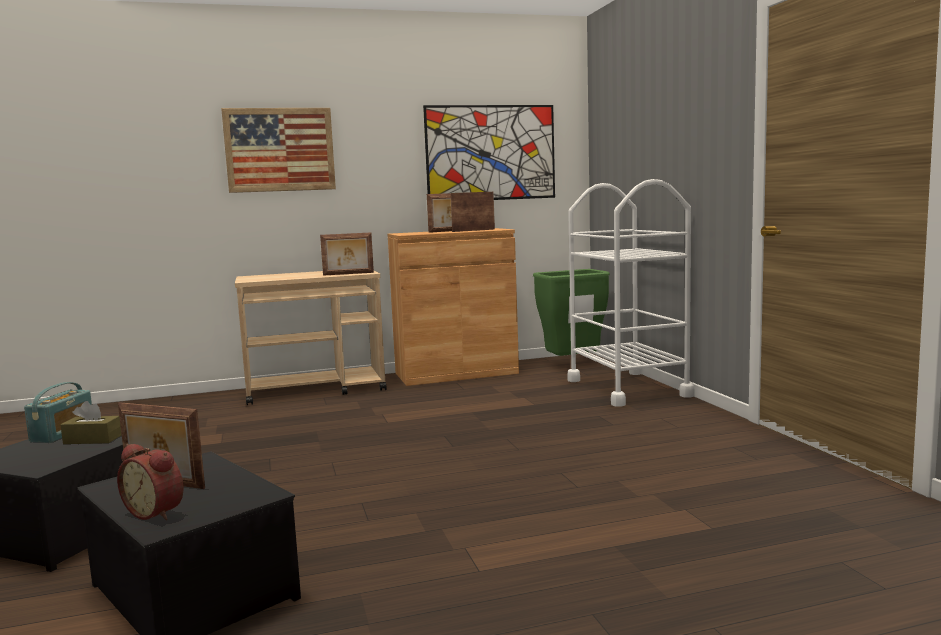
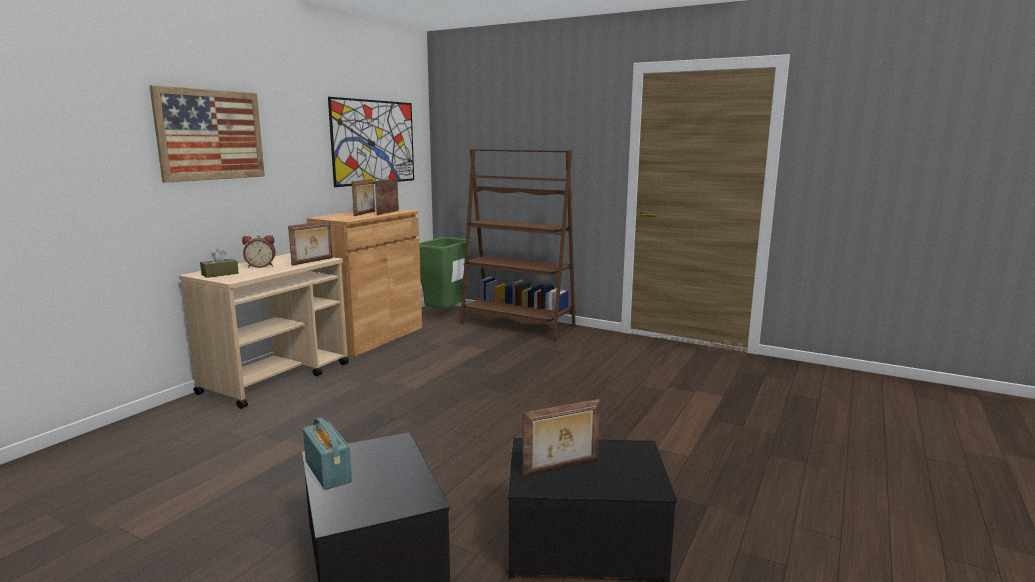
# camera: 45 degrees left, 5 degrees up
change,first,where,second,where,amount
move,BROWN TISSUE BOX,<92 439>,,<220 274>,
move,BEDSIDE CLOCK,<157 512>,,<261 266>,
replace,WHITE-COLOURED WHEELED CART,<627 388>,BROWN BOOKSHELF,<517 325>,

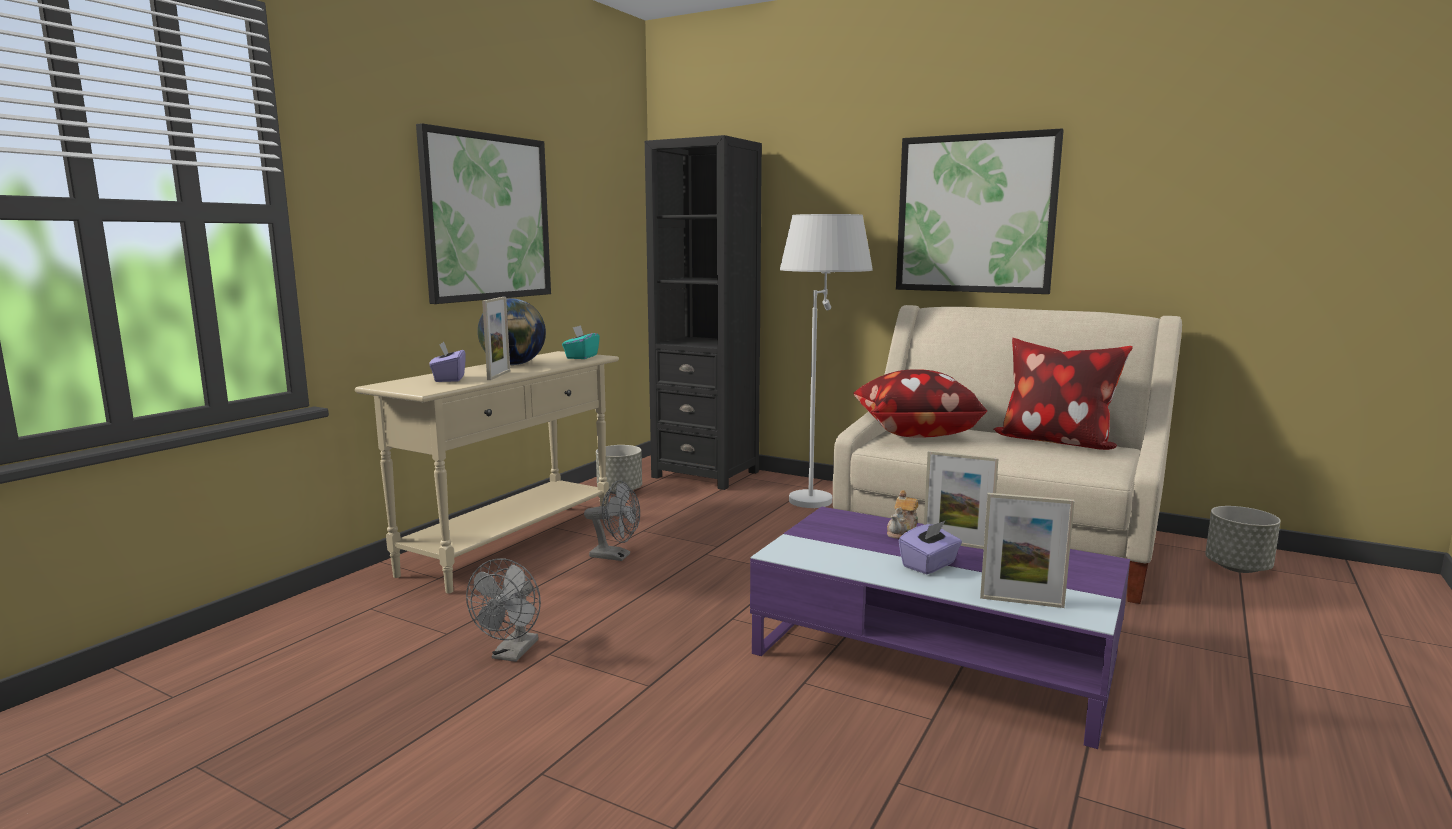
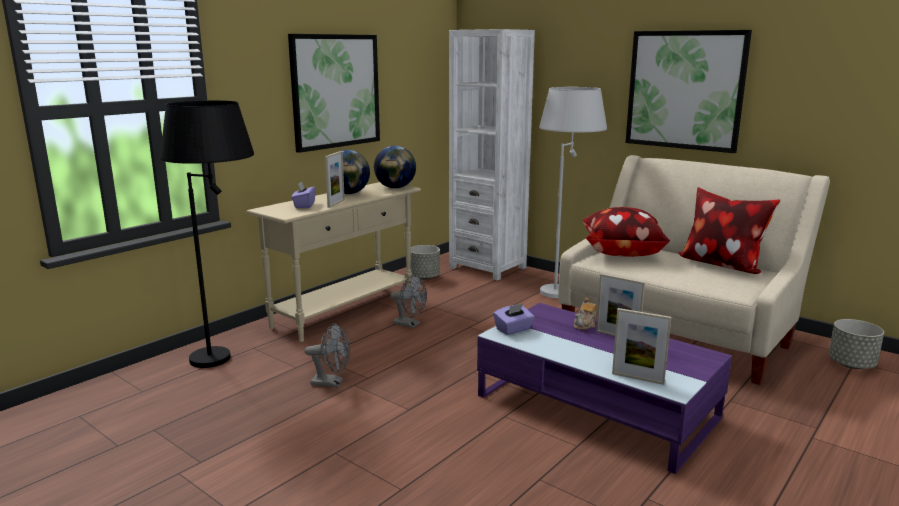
# camera: 10 degrees right, 5 degrees up
change,first,where,second,where,amount
rotate,GREY FAN,<512 654>,,<332 383>,105 degrees counterclockwise
replace,BLUE-GREEN TISSUE BOX,<581 357>,GLOBE,<395 188>,
recolor,BLACK BOOKSHELF,<705 474>,WHITE-COLOURED BOOKSHELF,<487 267>,
move,PURPLE-COLOURED TISSUE BOX,<929 565>,,<513 329>,
insert,,,BLACK STANDING LAMP,<229 361>,

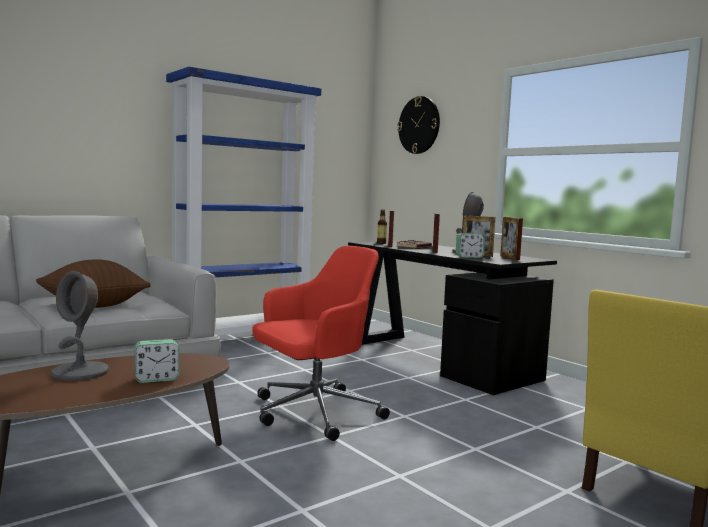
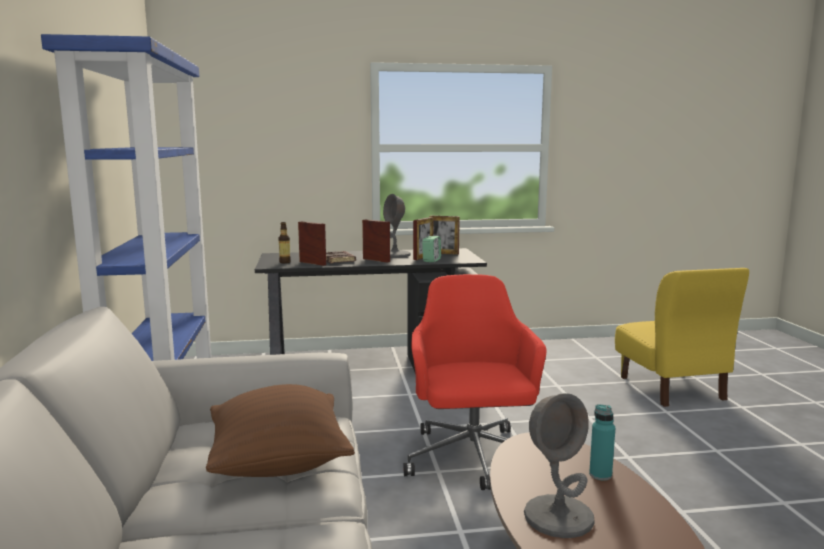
# camera: 60 degrees left, 5 degrees up
change,first,where,second,where,amount
replace,BEDSIDE CLOCK,<156 379>,BLUE-GREEN BOTTLE,<600 475>,
delete,HANGING CLOCK,<419 125>,,,

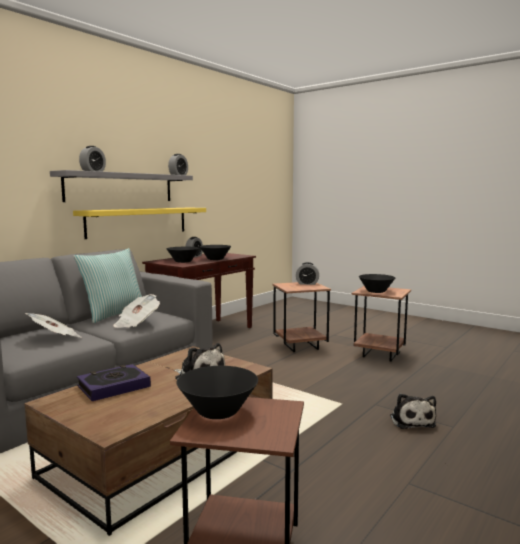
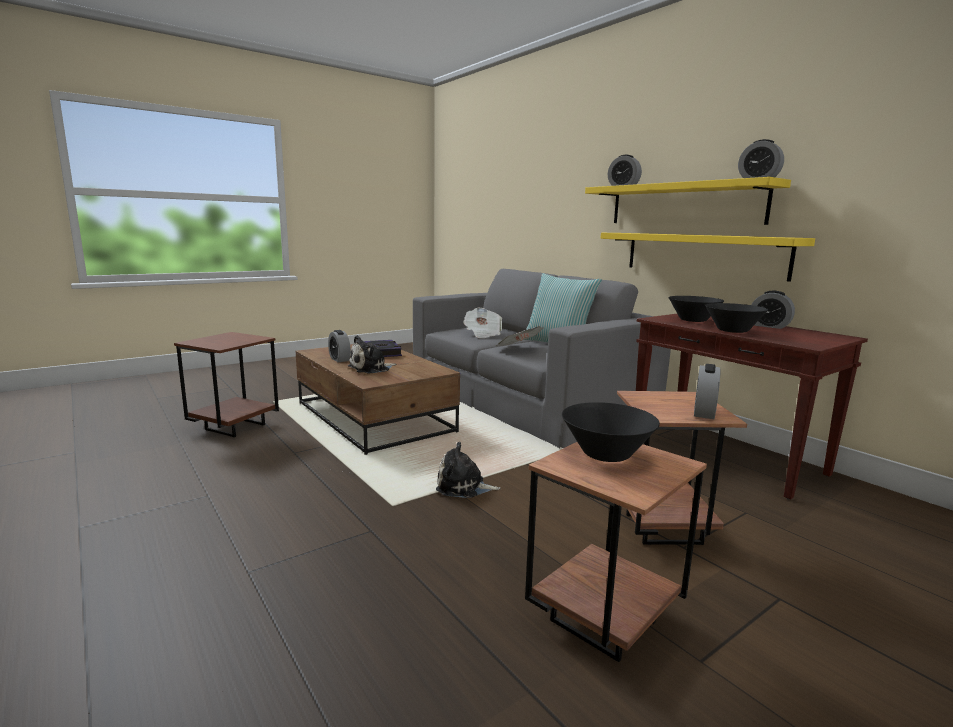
# camera: 105 degrees right, 5 degrees up
change,first,where,second,where,amount
recolor,GREY BRACKET SHELF,<120 187>,YELLOW-COLOURED BRACKET SHELF,<684 204>,
delete,BLACK DEEP DISH,<218 412>,,,
move,PLUSH TOY,<411 420>,,<463 487>,
insert,,,BEDSIDE CLOCK,<339 359>,

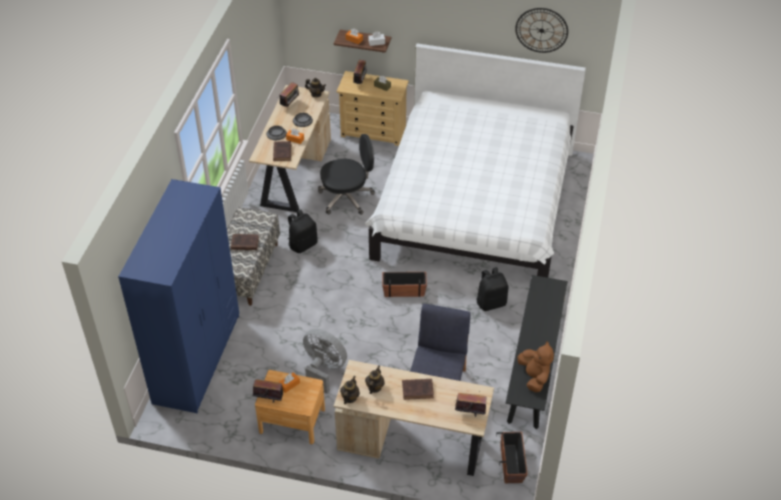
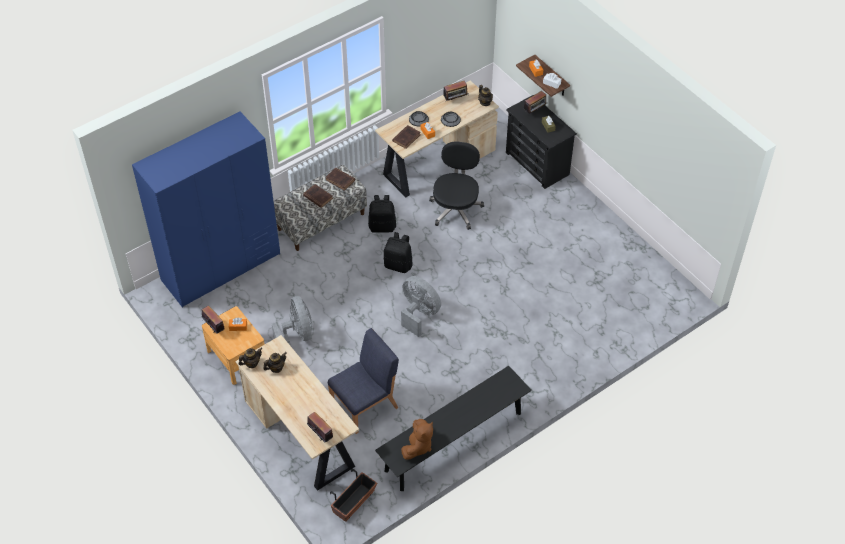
# camera: 40 degrees right, 5 degrees up
change,first,where,second,where,amount
rotate,BLACK DESK CHAIR,<347 198>,,<456 209>,105 degrees counterclockwise
recolor,BEIGE-COLOURED CHEST OF DRAWERS,<373 131>,BLACK CHEST OF DRAWERS,<537 163>,
delete,WHITE-COLOURED BEDROOM BED,<474 204>,,,
replace,PLANTER,<404 290>,GREY FAN,<419 313>,
move,BROWN BOOK,<418 390>,,<340 180>,
move,BLACK RUCKSACK,<491 302>,,<398 265>,
delete,HANGING CLOCK,<541 30>,,,

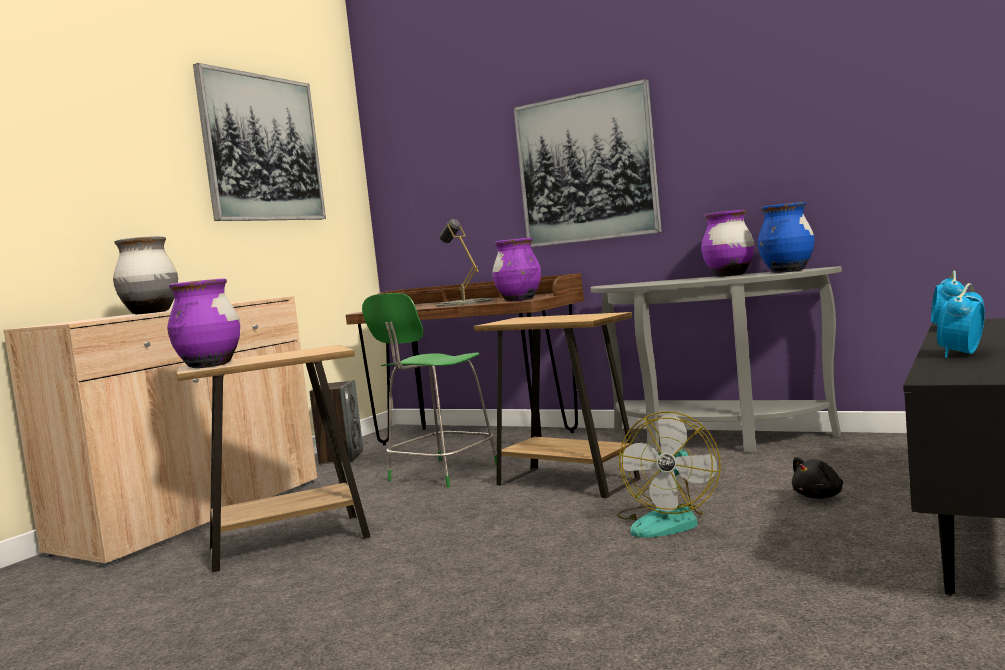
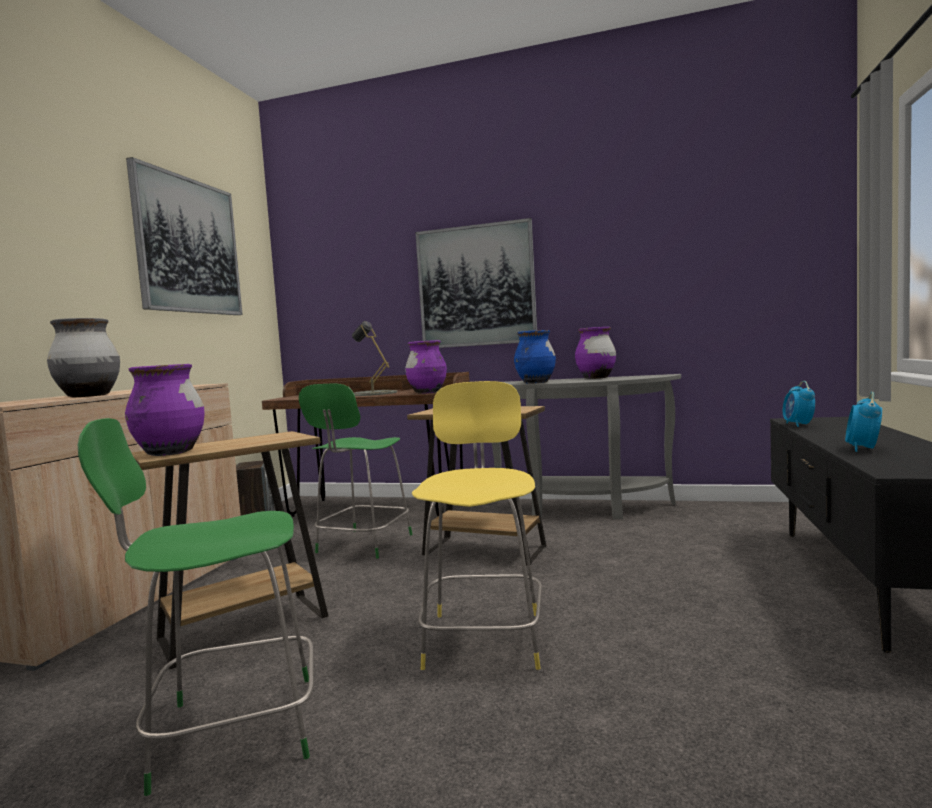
# camera: 15 degrees left, 0 degrees up
change,first,where,second,where,amount
delete,FAN,<668 521>,,,
move,BLUE-COLOURED FLOWER VASE,<788 271>,,<536 382>,
delete,BLACK PLUSH TOY,<820 496>,,,
insert,,,GREENISH STOOL,<230 731>,
insert,,,YELLOW-COLOURED STOOL,<484 637>,

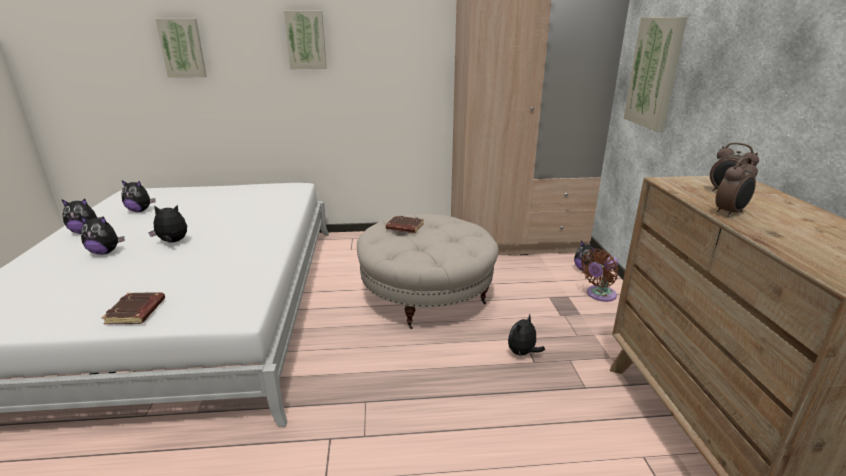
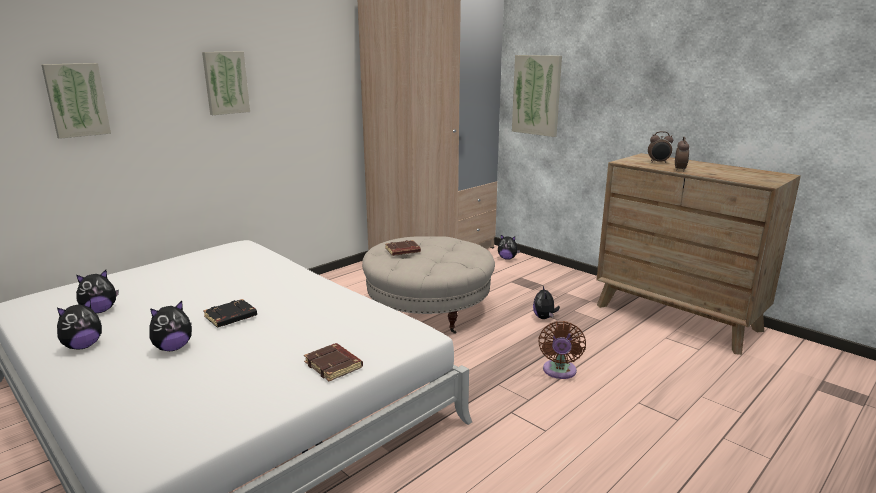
# camera: 40 degrees left, 5 degrees down
change,first,where,second,where,amount
replace,PLUSH TOY,<173 242>,BLACK BOOK,<230 317>,
move,BROWN FAN,<599 295>,,<559 372>,

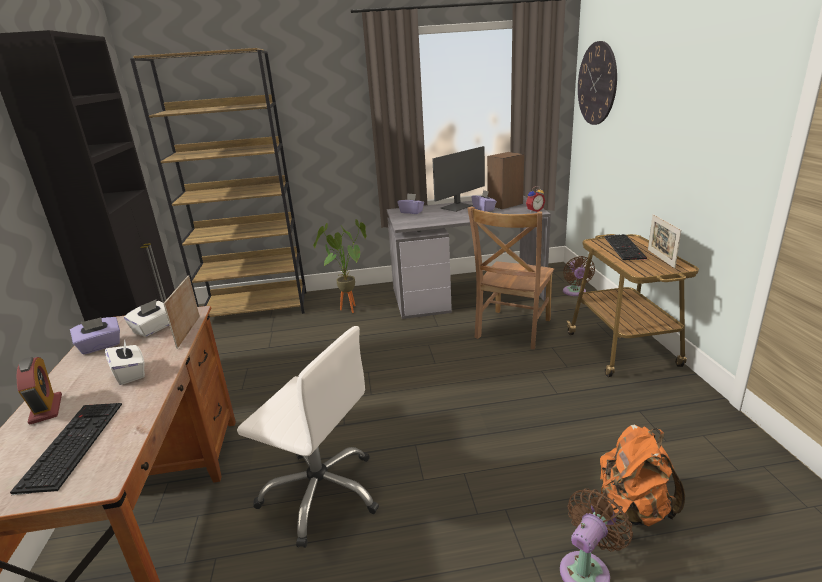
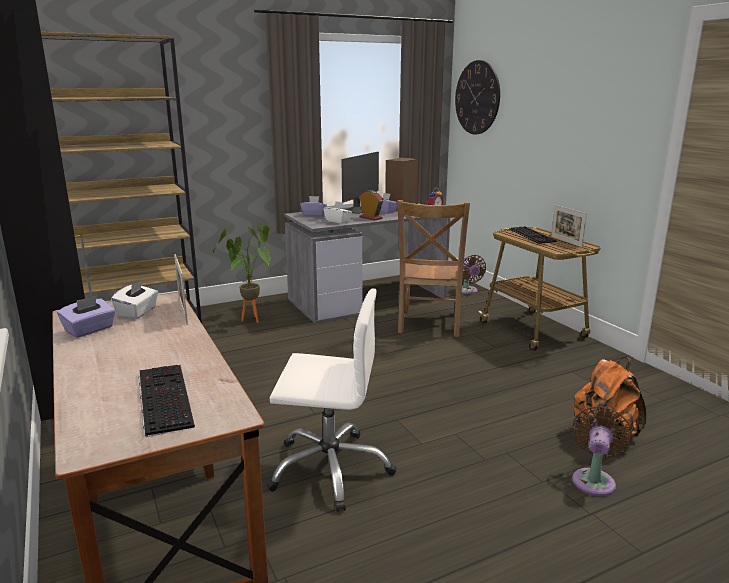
# camera: 20 degrees left, 5 degrees down
change,first,where,second,where,amount
move,BEDSIDE CLOCK,<46 409>,,<370 218>,
move,WHITE-COLOURED TISSUE BOX,<130 373>,,<338 221>,

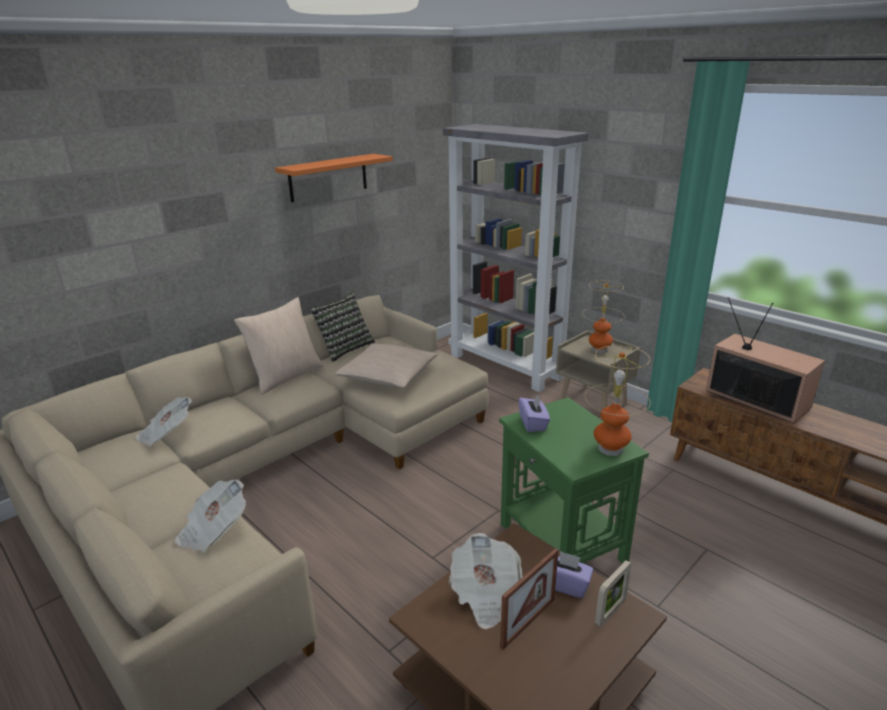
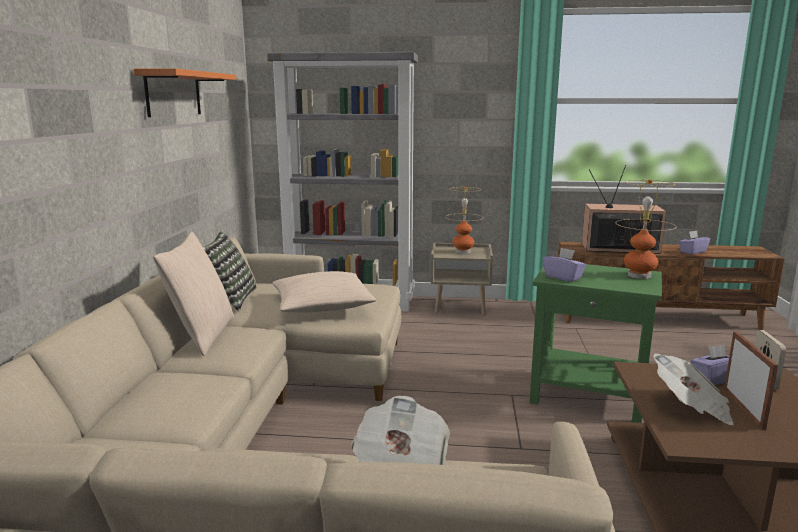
# camera: 40 degrees left, 10 degrees down
change,first,where,second,where,amount
delete,DAILY PAPER,<166 434>,,,
insert,,,PURPLE-COLOURED TISSUE BOX,<692 252>,

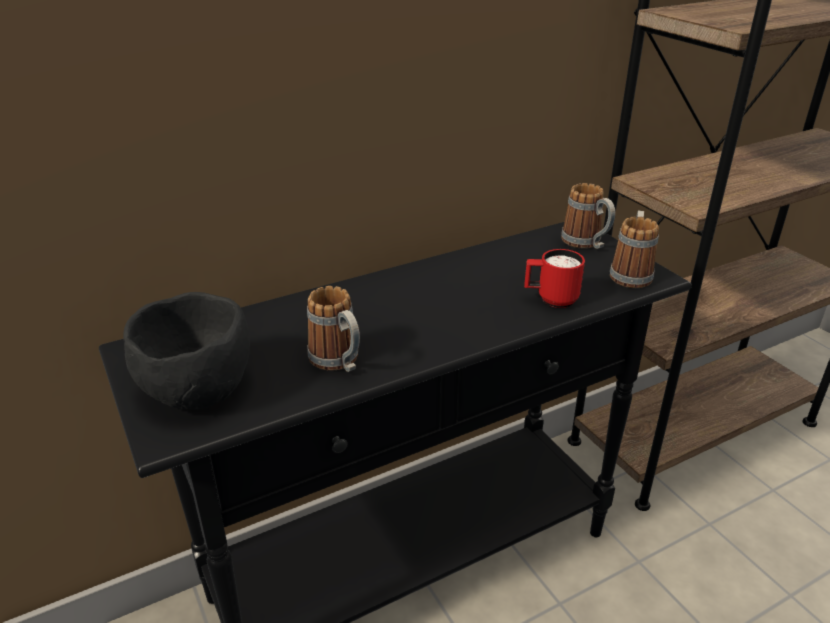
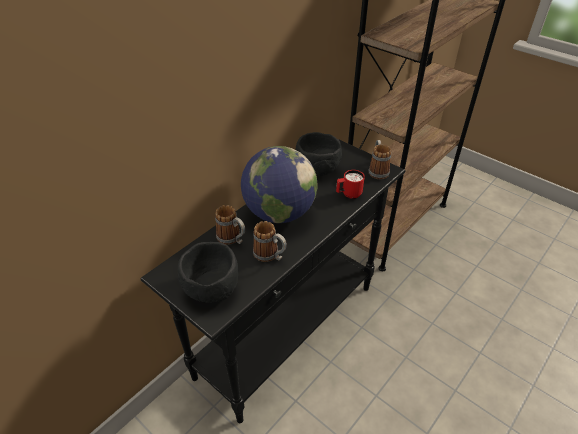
# camera: 20 degrees left, 10 degrees up
change,first,where,second,where,amount
move,TEA MUG,<586 244>,,<232 239>,
insert,,,GLOBE,<279 213>,
insert,,,BLACK DEEP DISH,<317 170>,

